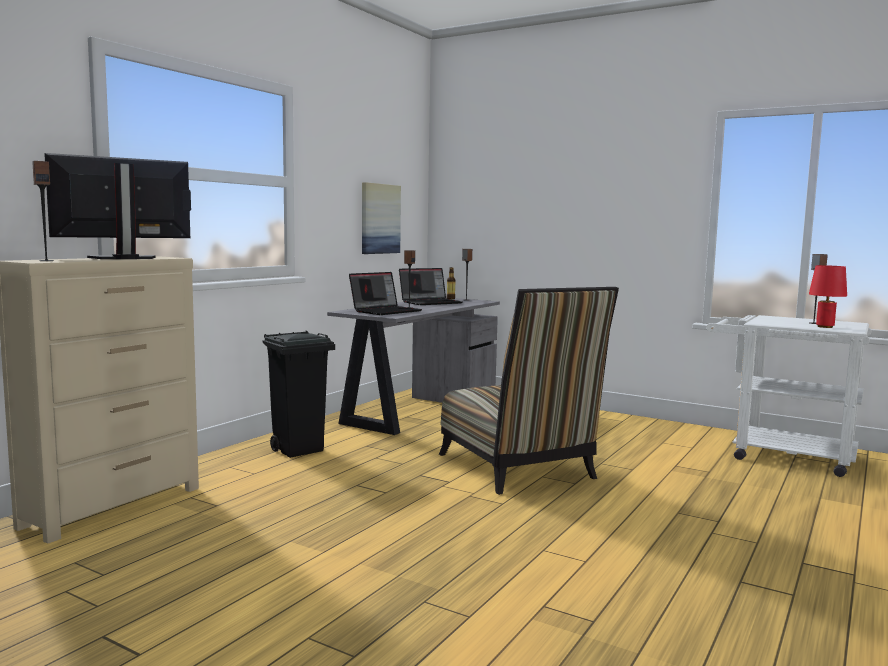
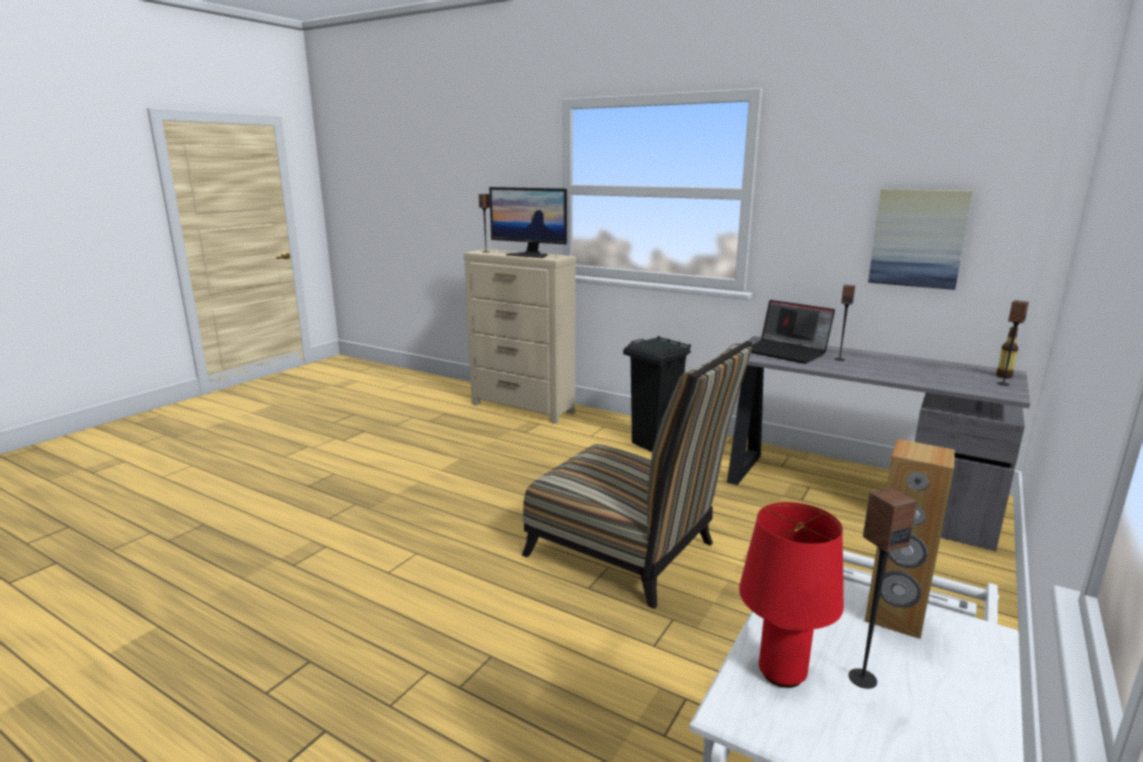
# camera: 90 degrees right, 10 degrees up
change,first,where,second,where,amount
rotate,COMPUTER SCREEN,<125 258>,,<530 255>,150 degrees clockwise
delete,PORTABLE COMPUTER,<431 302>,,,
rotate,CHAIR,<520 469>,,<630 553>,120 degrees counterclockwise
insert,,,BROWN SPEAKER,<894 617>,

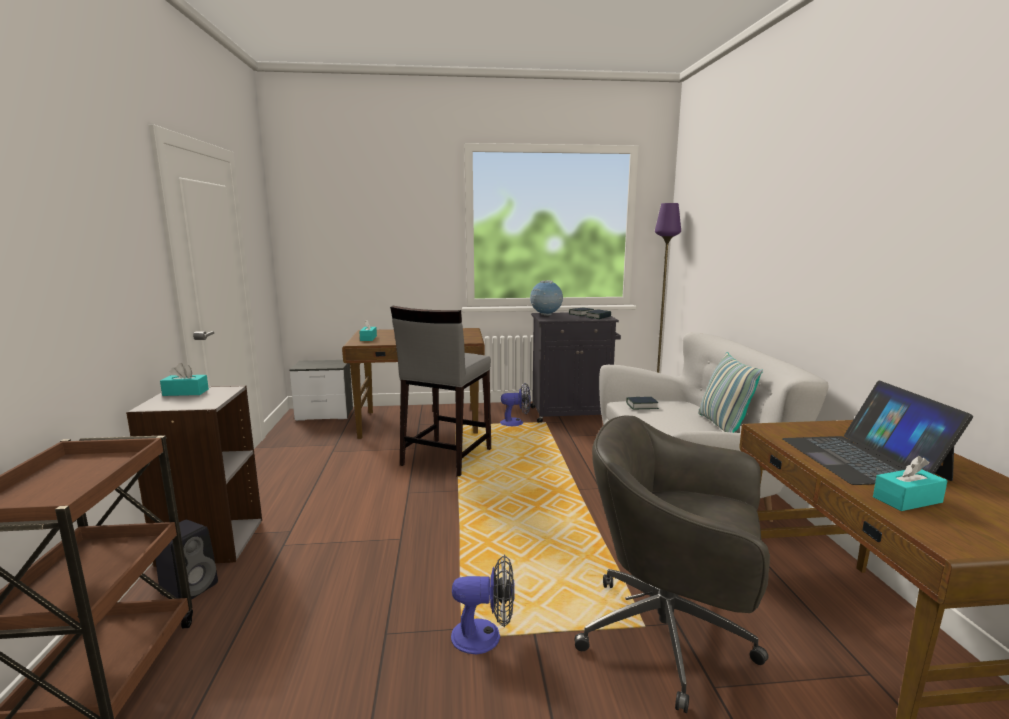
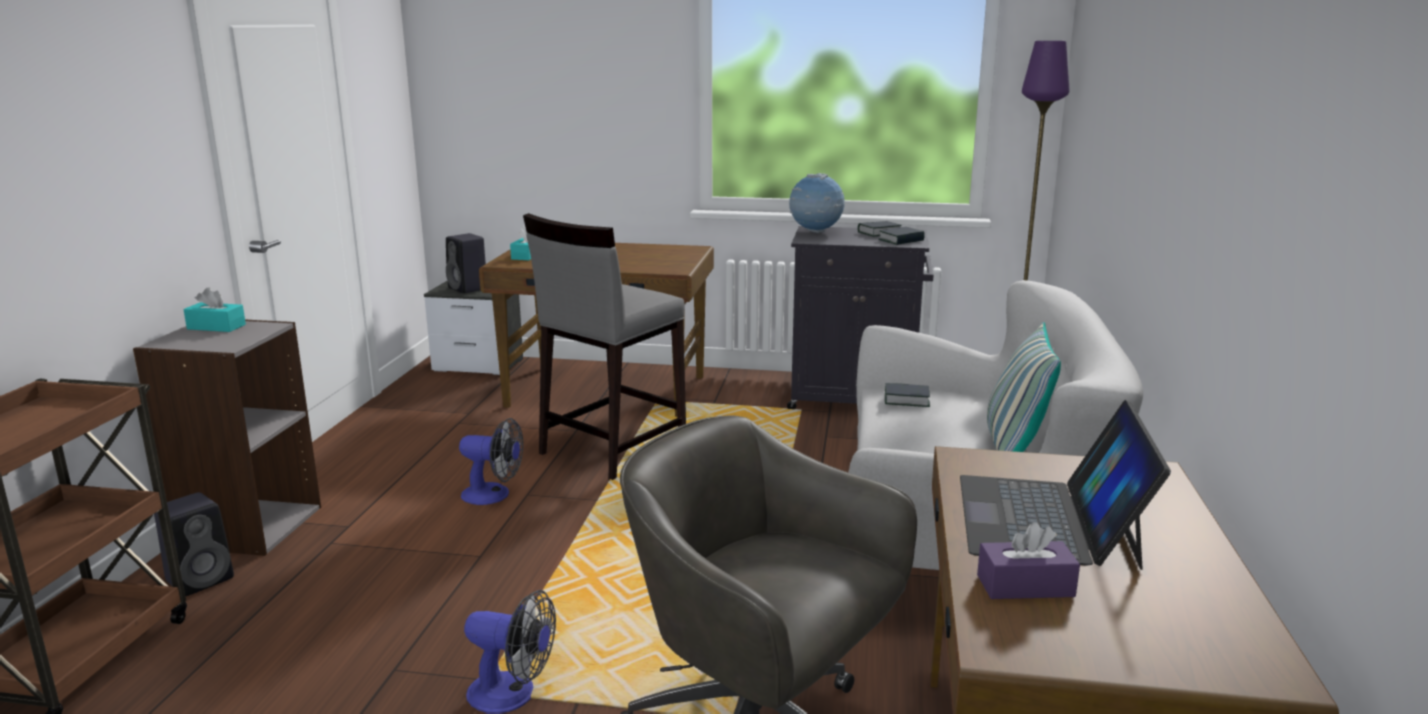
# camera: 15 degrees right, 5 degrees up
change,first,where,second,where,amount
move,FAN,<516 423>,,<494 495>,
recolor,BLUE-GREEN TISSUE BOX,<907 500>,PURPLE-COLOURED TISSUE BOX,<1025 586>,
insert,,,BLACK SPEAKER,<469 289>,

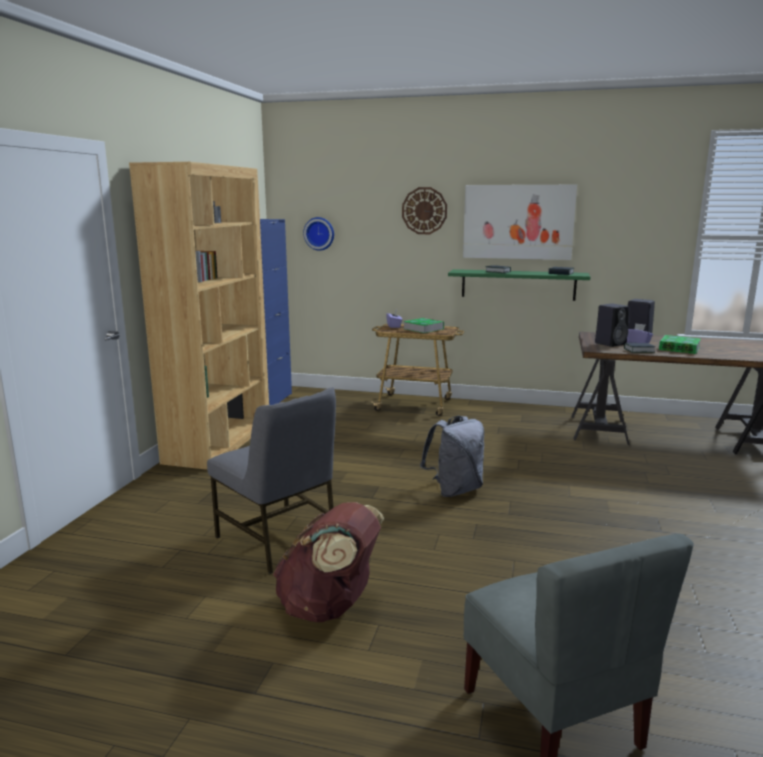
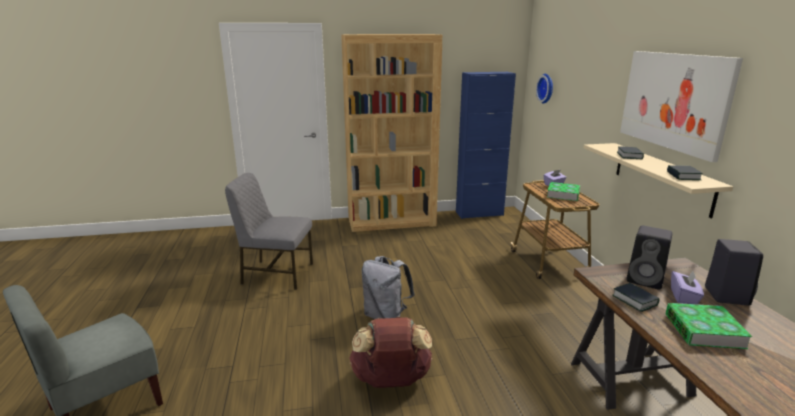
# camera: 65 degrees right, 5 degrees up
change,first,where,second,where,amount
rotate,GREY CHAIR,<278 540>,,<276 274>,75 degrees clockwise
move,BROWN RUCKSACK,<330 607>,,<391 381>,
delete,HANGING CLOCK,<424 211>,,,
recolor,GREENISH BRACKET SHELF,<518 284>,BEIGE-COLOURED BRACKET SHELF,<661 177>,

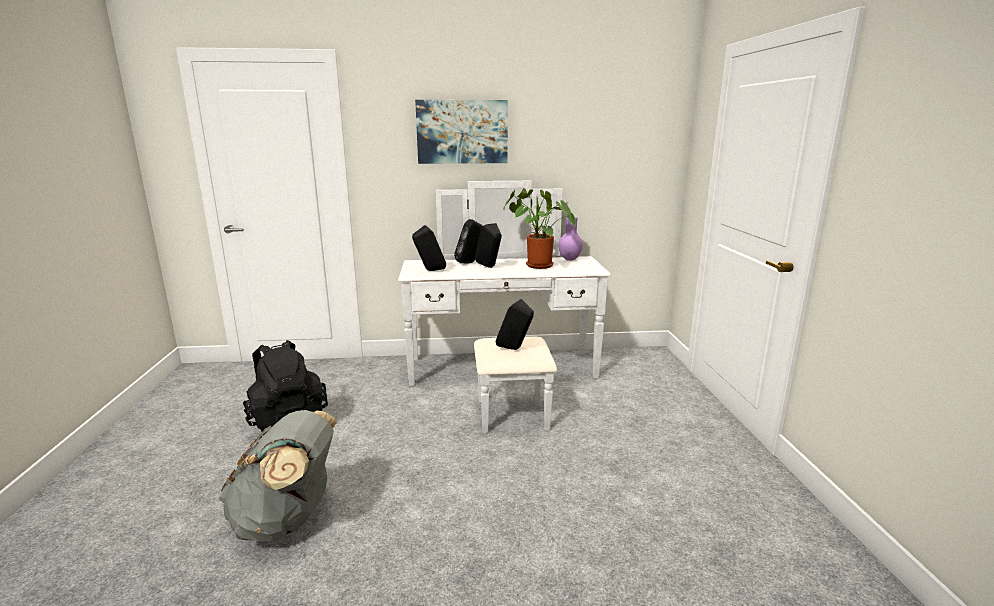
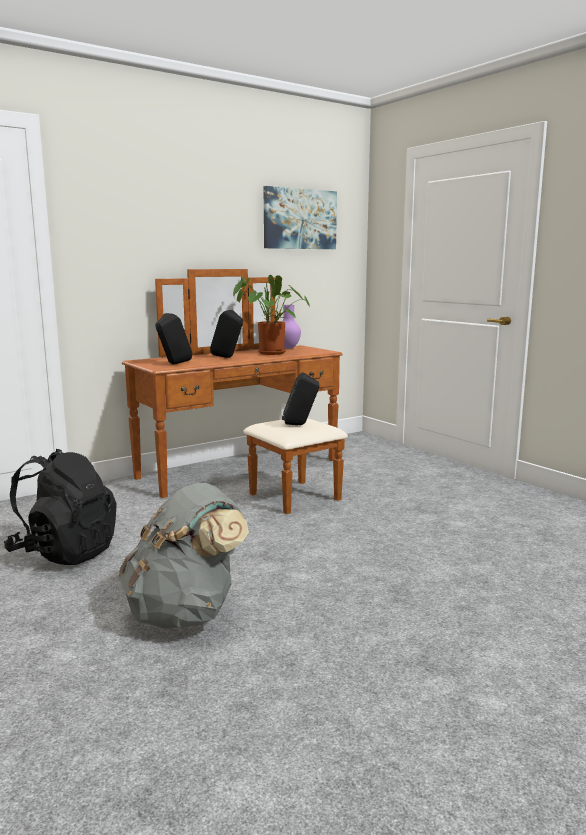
# camera: 30 degrees left, 5 degrees down
change,first,where,second,where,amount
recolor,WHITE-COLOURED CHEST OF DRAWERS,<505 377>,BROWN CHEST OF DRAWERS,<251 474>,
move,WALL ART,<462 132>,,<299 219>,
delete,BLACK SPEAKER,<470 263>,,,

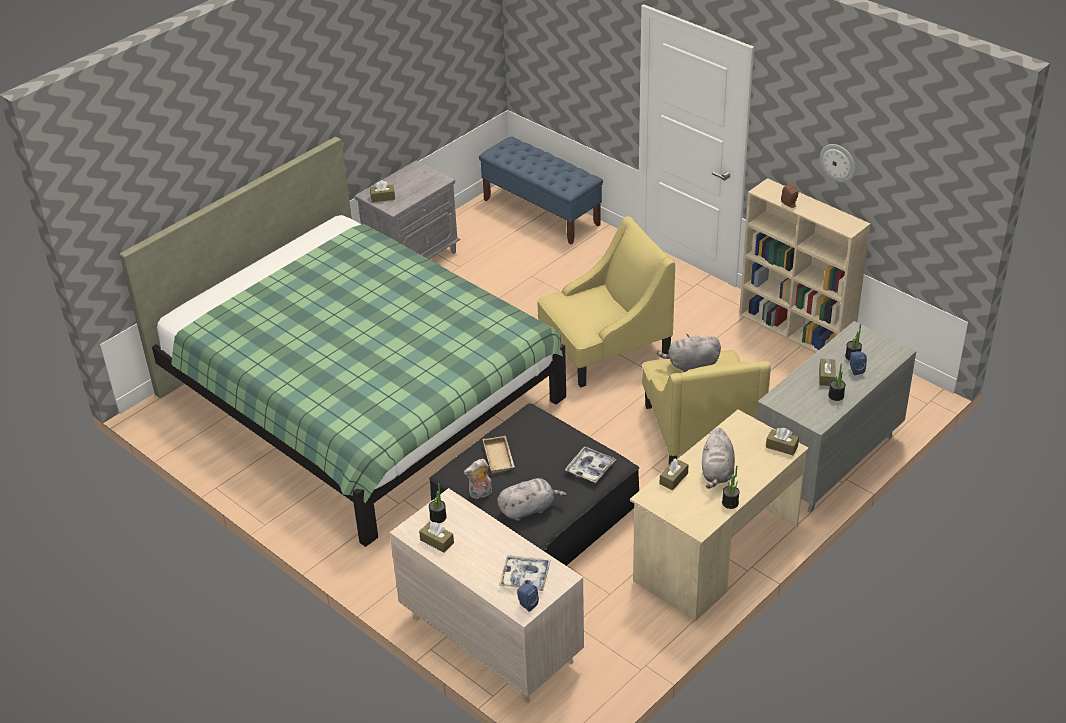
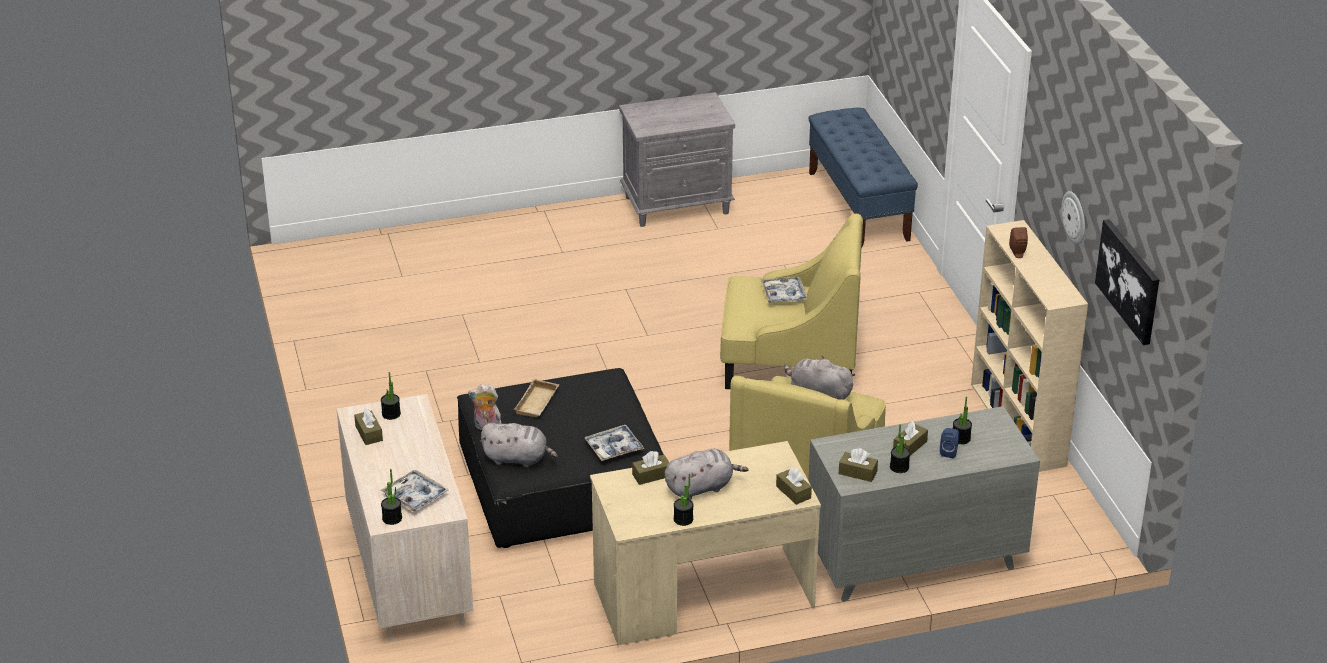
# camera: 30 degrees right, 5 degrees down
change,first,where,second,where,amount
delete,GREENISH BEDROOM BED,<359 398>,,,
move,BROWN TISSUE BOX,<383 197>,,<857 472>,
replace,BLUE-COLOURED SPEAKER,<526 604>,HOUSEPLANT,<392 518>,
rotate,GREY PLUSH TOY,<717 472>,,<701 487>,150 degrees counterclockwise
insert,,,CARRYING TRAY,<784 294>,
insert,,,WALL ART,<1129 281>,

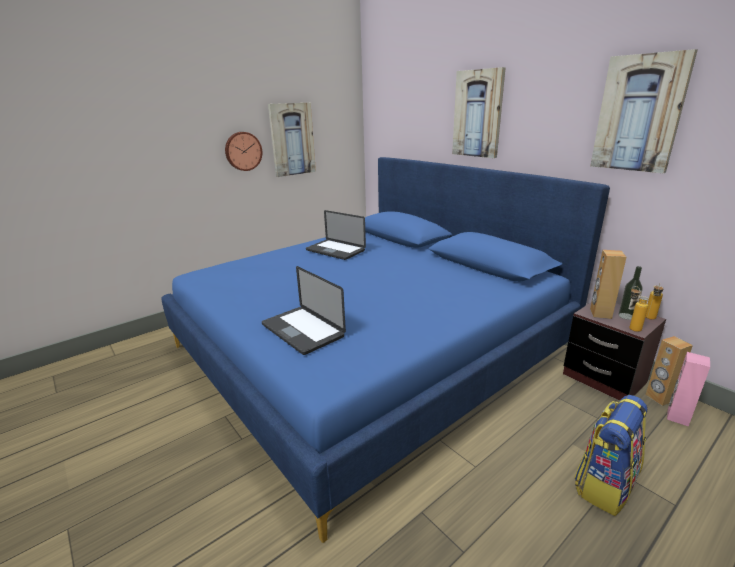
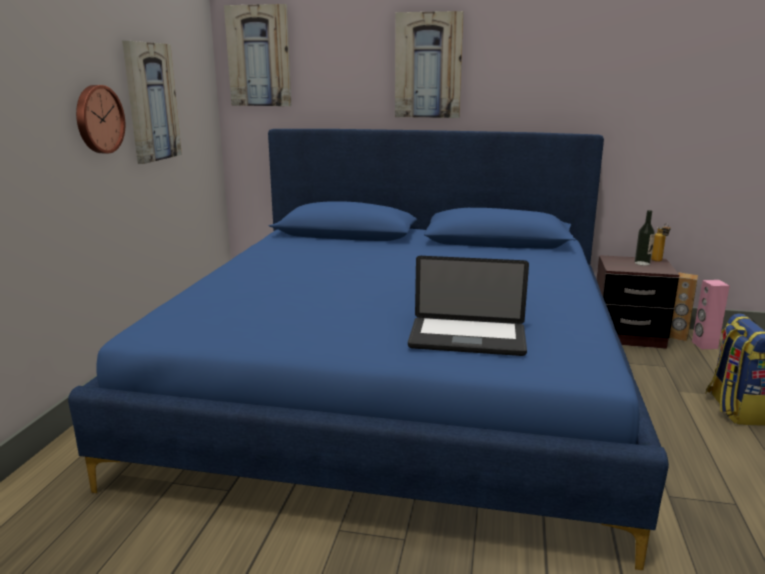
# camera: 40 degrees left, 5 degrees down
change,first,where,second,where,amount
delete,PORTABLE COMPUTER,<335 250>,,,
move,WALL ART,<639 114>,,<259 56>,
delete,BROWN SPEAKER,<600 313>,,,
delete,BOTTLE,<631 327>,,,

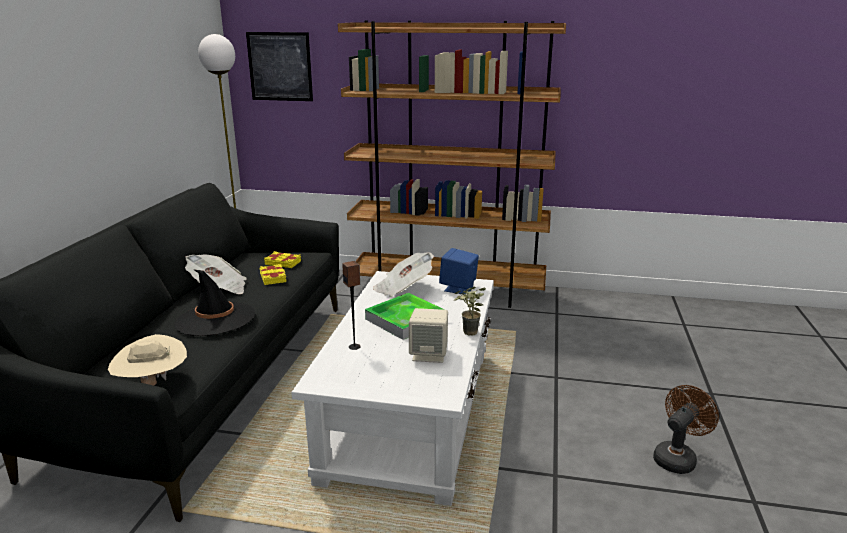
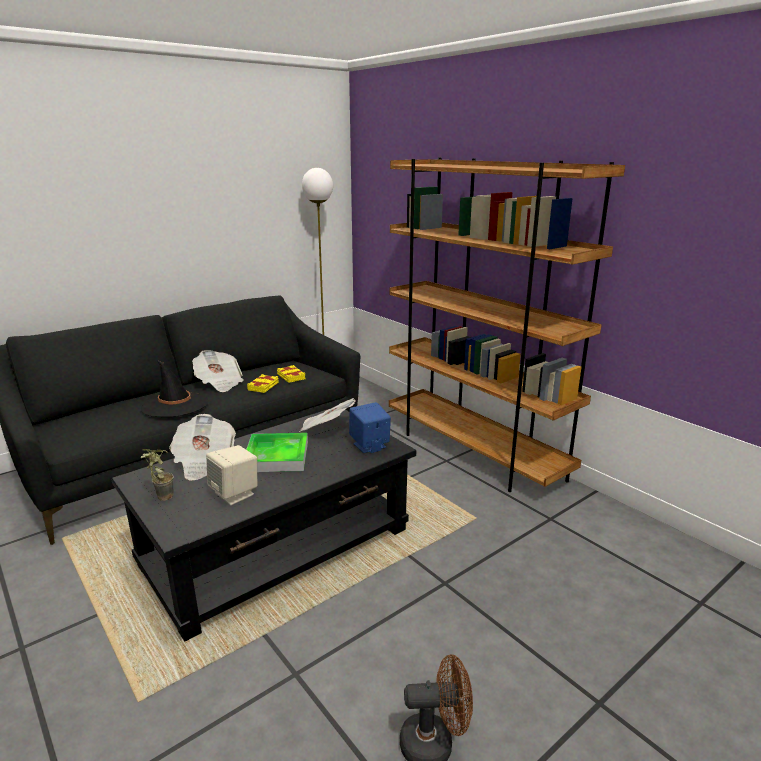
# camera: 40 degrees right, 0 degrees up
change,first,where,second,where,amount
delete,BEIGE-COLOURED HAT,<152 384>,,,
delete,WALL ART,<280 66>,,,
recolor,WHITE-COLOURED LOUNGE TABLE,<411 412>,BLACK LOUNGE TABLE,<278 547>,
replace,SPEAKER,<354 346>,DAILY PAPER,<204 462>,
move,HOUSEPLANT,<467 334>,,<160 497>,

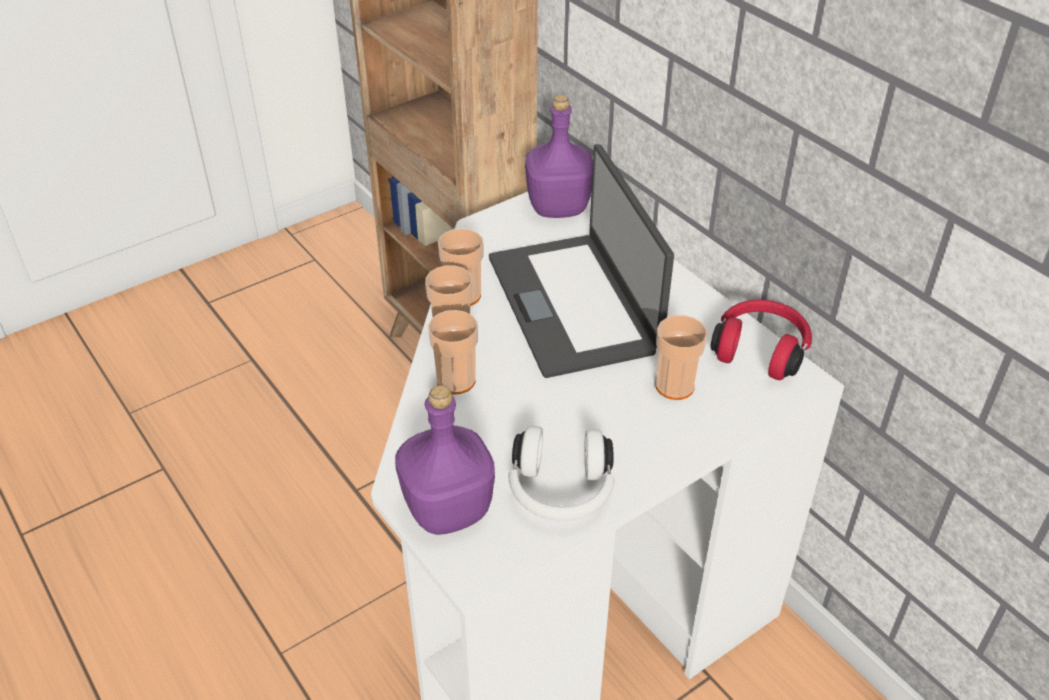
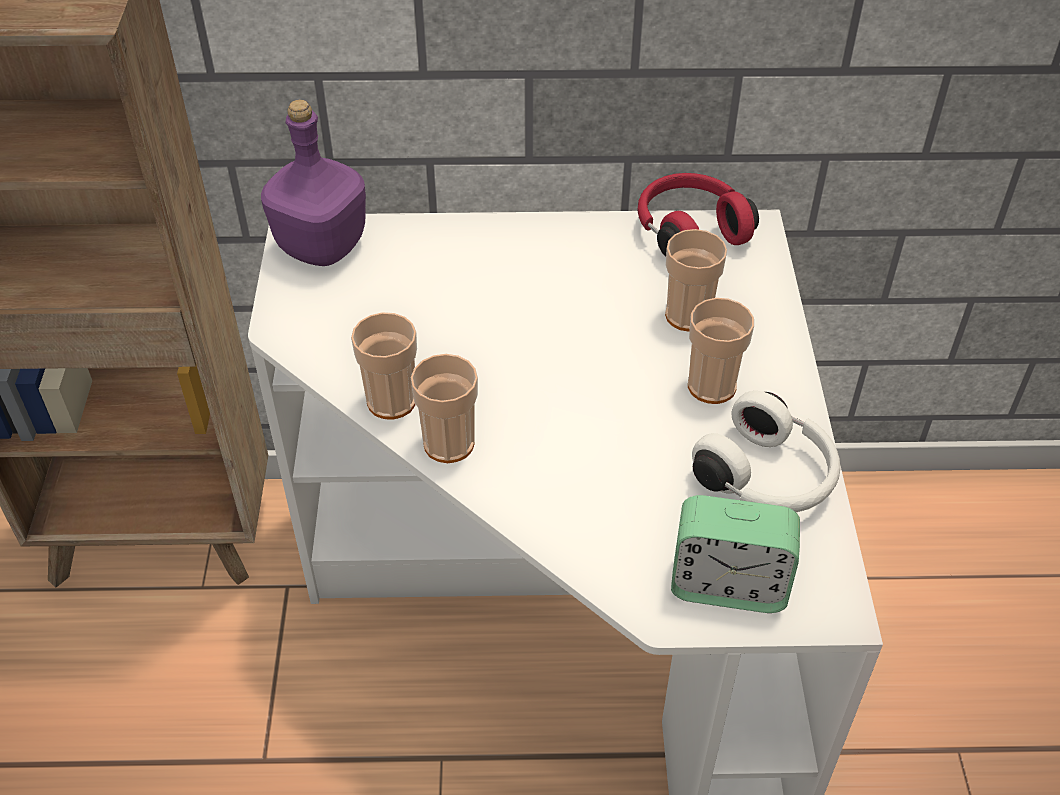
# camera: 55 degrees left, 5 degrees up
change,first,where,second,where,amount
replace,PURPLE-COLOURED BOTTLE,<449 511>,BEDSIDE CLOCK,<728 585>,
move,DRINKING CUP,<456 381>,,<711 386>,
delete,PORTABLE COMPUTER,<574 304>,,,

